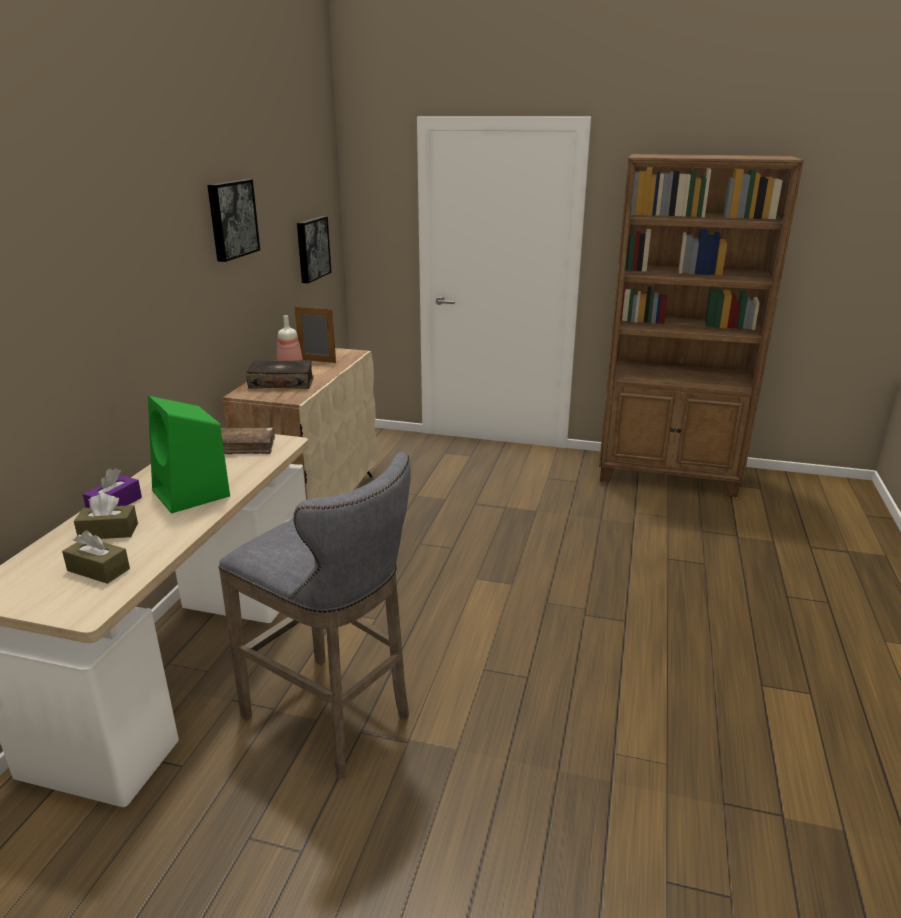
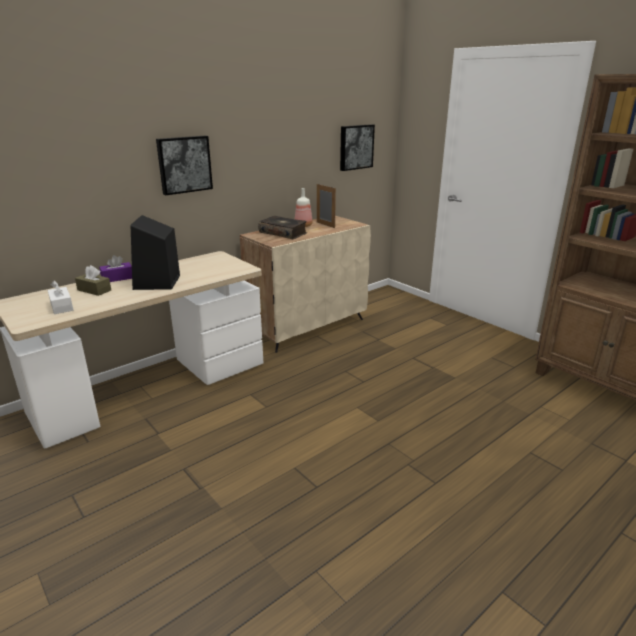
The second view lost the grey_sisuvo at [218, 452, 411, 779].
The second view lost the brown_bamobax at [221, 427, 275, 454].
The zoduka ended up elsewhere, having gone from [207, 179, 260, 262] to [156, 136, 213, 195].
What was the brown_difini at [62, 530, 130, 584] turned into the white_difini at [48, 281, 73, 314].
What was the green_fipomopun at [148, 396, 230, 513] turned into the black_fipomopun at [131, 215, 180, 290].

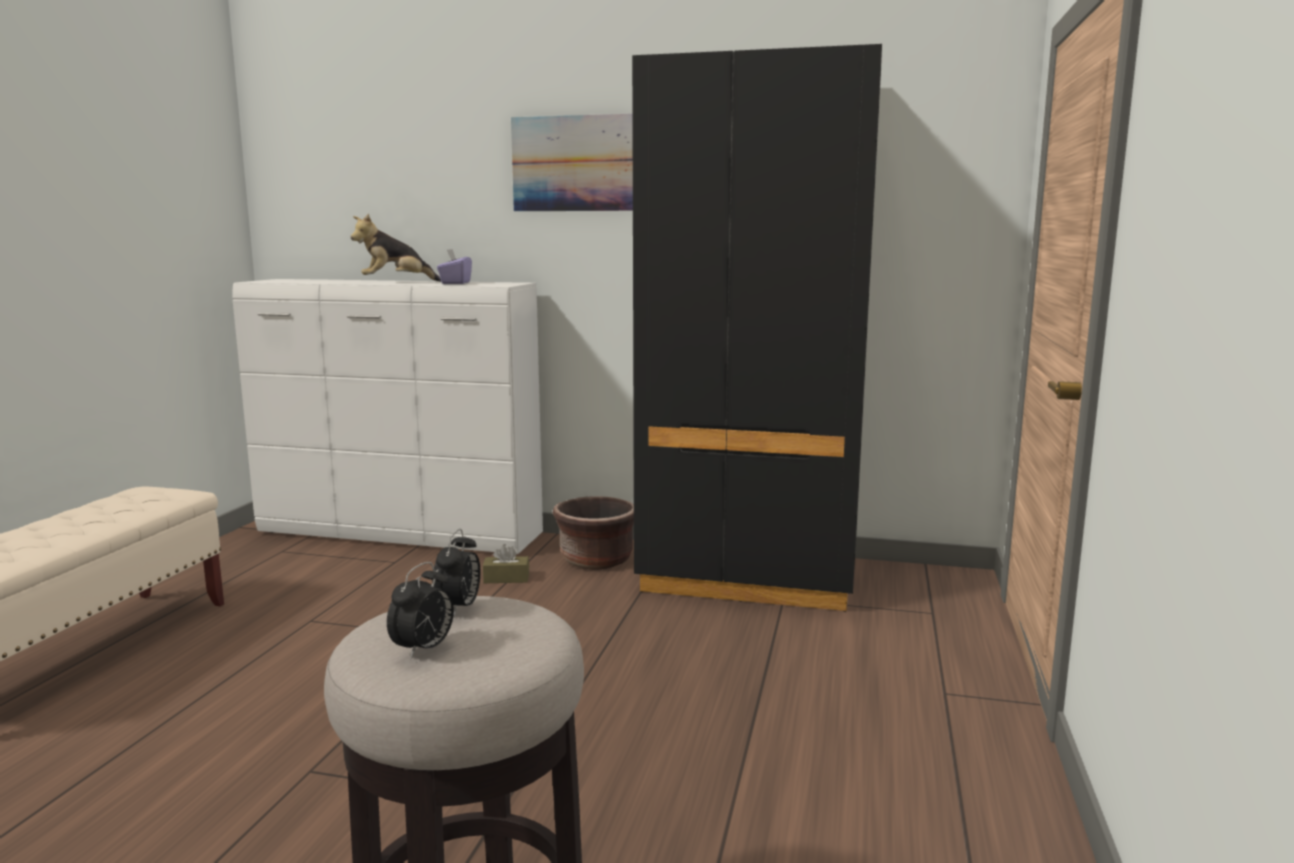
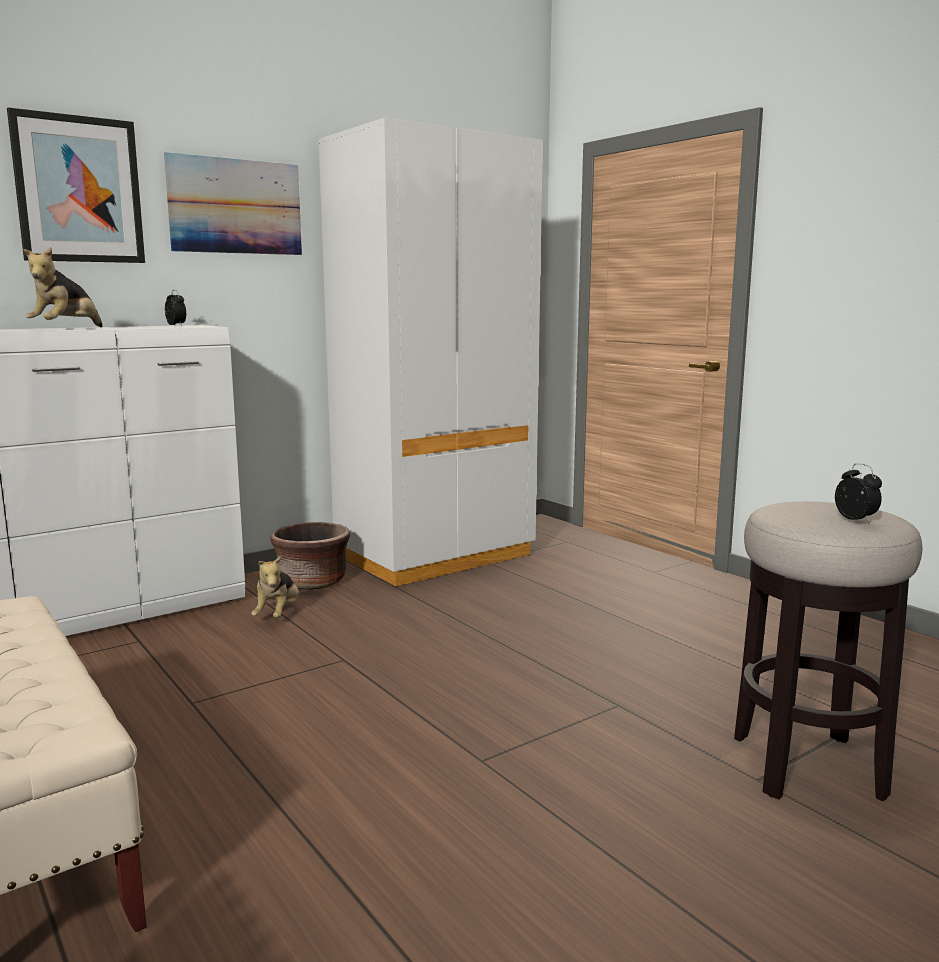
The second view lost the purple_difini at [437, 249, 472, 284].
The second view gained the zoduka at [7, 107, 145, 263].
The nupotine ended up elsewhere, having gone from [432, 529, 480, 617] to [165, 290, 186, 326].
Where the brown_difini stood at [483, 544, 529, 583], the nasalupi came to stand at [251, 555, 299, 618].
What was the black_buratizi at [632, 44, 882, 612] turned into the white_buratizi at [319, 118, 543, 587].

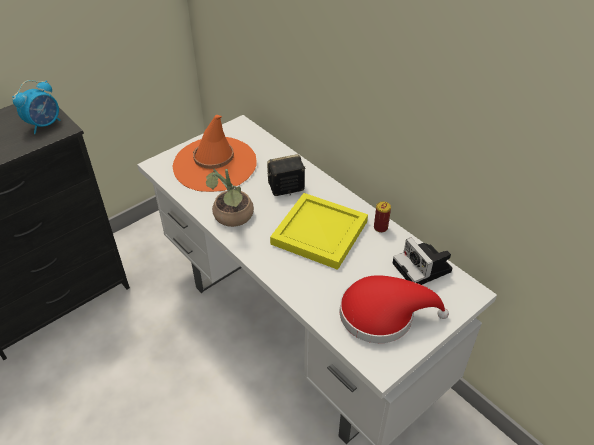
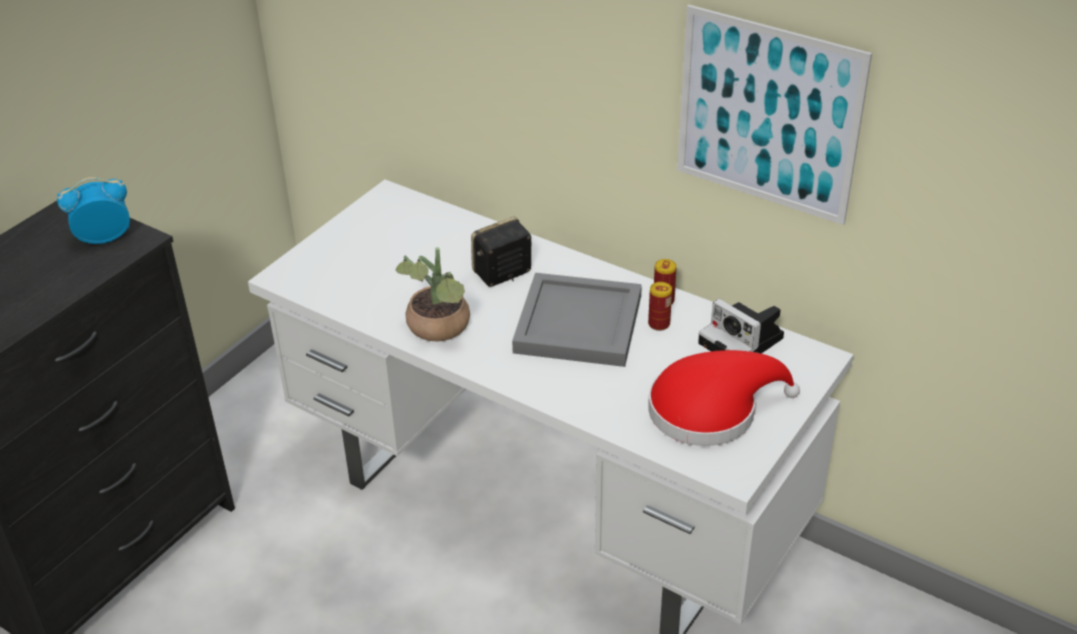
The second view lost the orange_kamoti at [172, 115, 257, 192].
The second view gained the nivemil at [648, 282, 672, 331].
The second view gained the zoduka at [677, 5, 872, 225].
What was the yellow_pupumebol at [270, 193, 368, 270] turned into the grey_pupumebol at [512, 273, 642, 367].
The nupotine at [12, 80, 61, 134] ended up facing another way, 135 degrees counterclockwise from before.

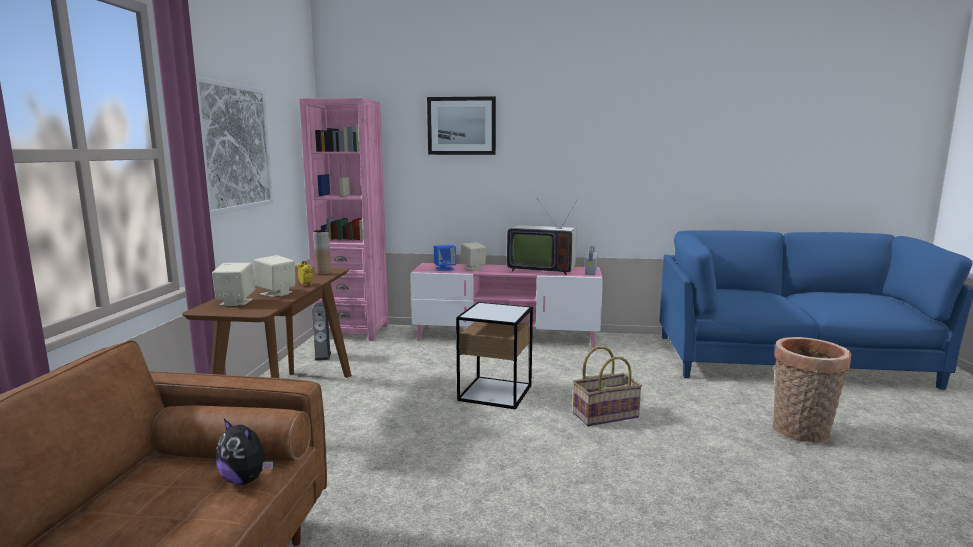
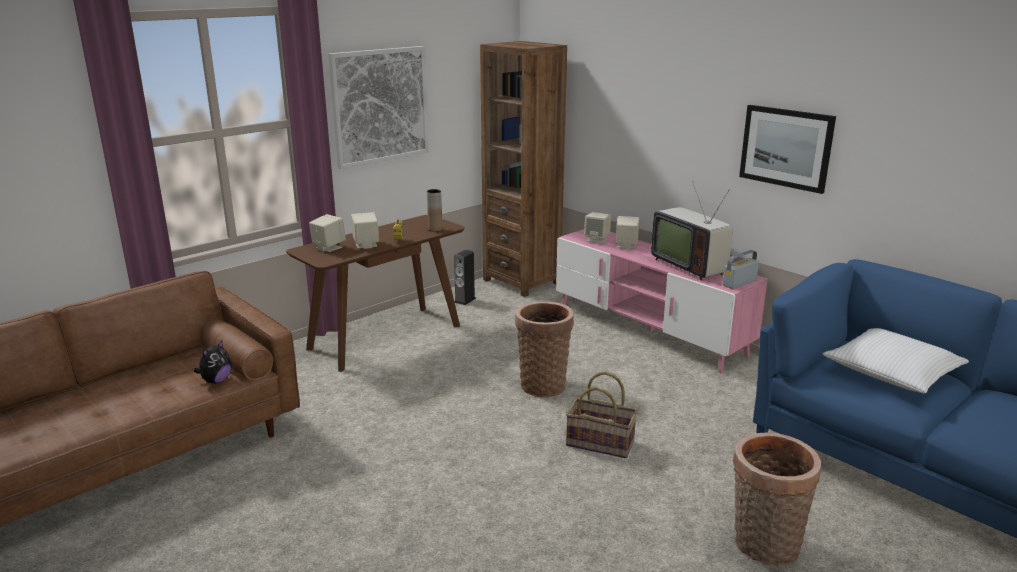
The second view gained the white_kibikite at [823, 328, 969, 393].
The zoduka ended up elsewhere, having gone from [427, 96, 496, 155] to [739, 105, 836, 194].
Where the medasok stood at [456, 302, 533, 410], the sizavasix came to stand at [515, 301, 574, 398].
What was the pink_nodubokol at [299, 98, 389, 341] turned into the brown_nodubokol at [480, 41, 567, 297].
What was the blue_fipomopun at [434, 245, 456, 271] turned into the beige_fipomopun at [584, 212, 611, 244].
The nasalupi at [216, 419, 273, 485] ended up facing another way, 135 degrees counterclockwise from before.

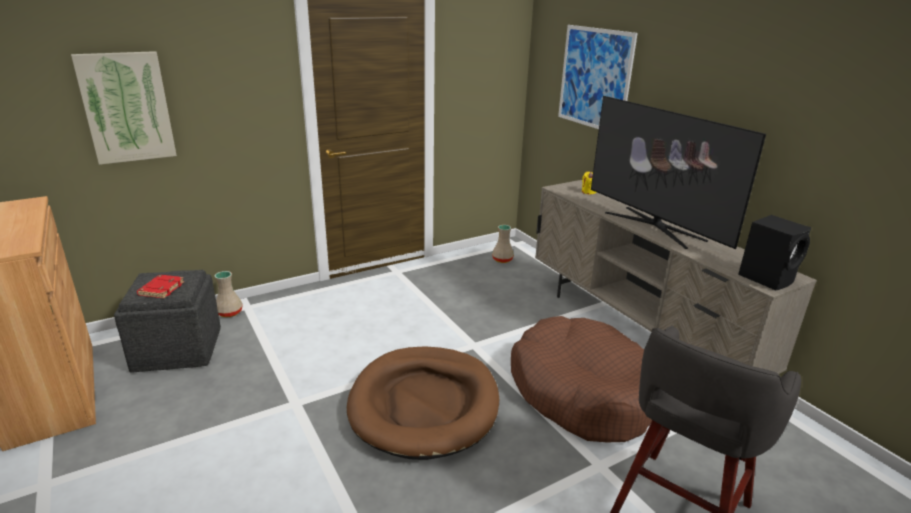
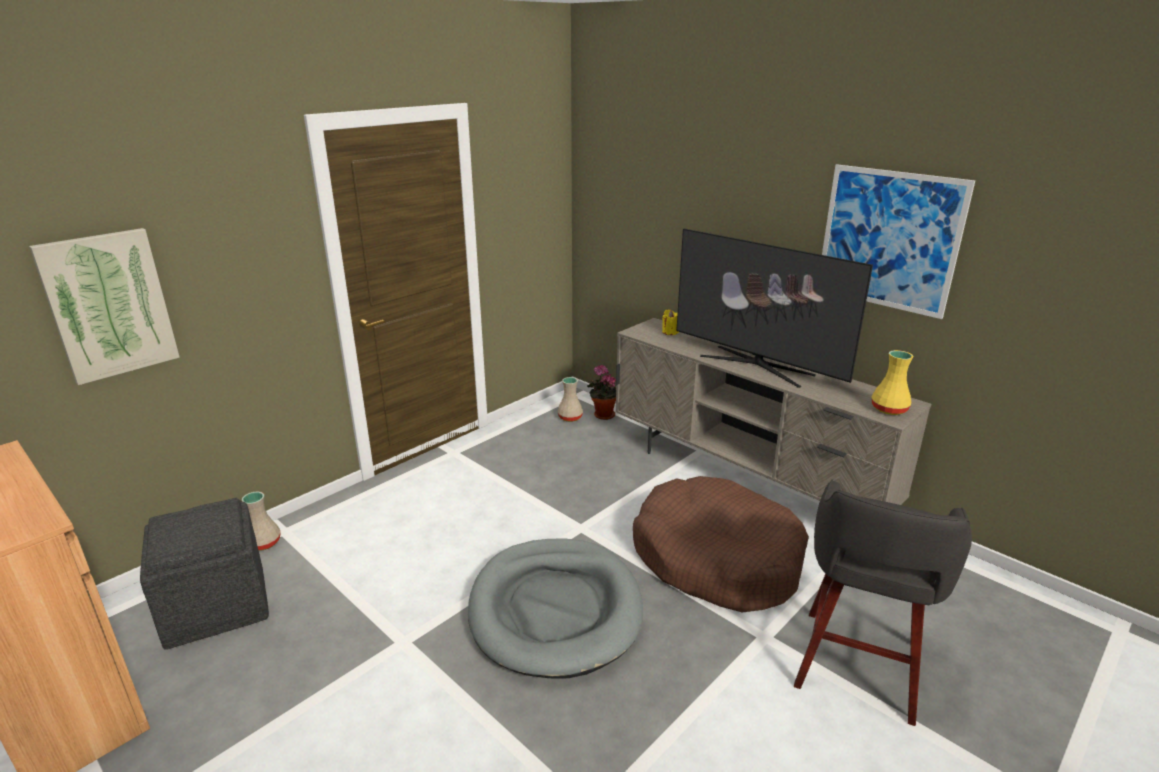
The second view lost the red_bamobax at [137, 275, 184, 298].
The second view gained the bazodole at [587, 365, 616, 420].
The zoduka ended up elsewhere, having gone from [558, 25, 638, 129] to [822, 164, 975, 319].
Where the black_fipomopun stood at [738, 215, 811, 290], the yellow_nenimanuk came to stand at [871, 350, 913, 415].
What was the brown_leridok at [347, 346, 499, 460] turned into the grey_leridok at [468, 538, 643, 679].

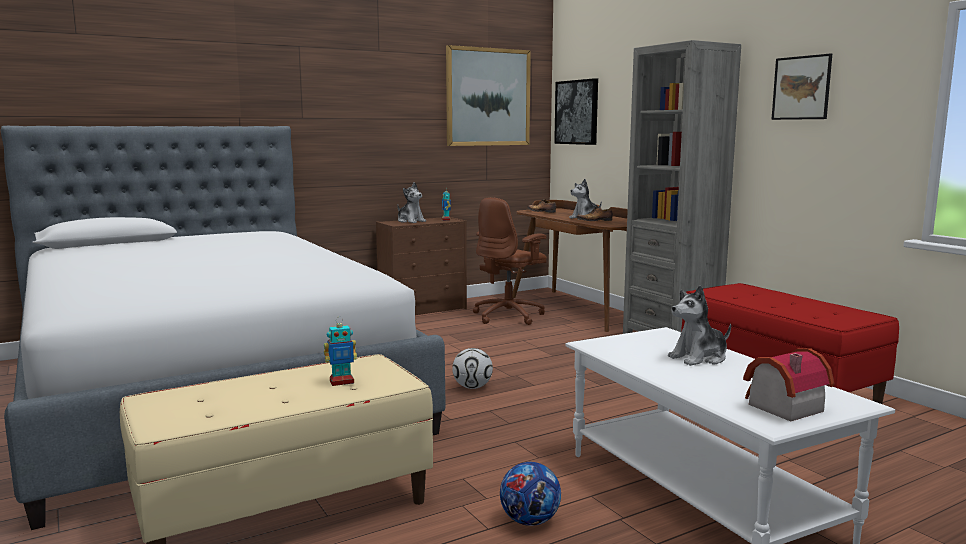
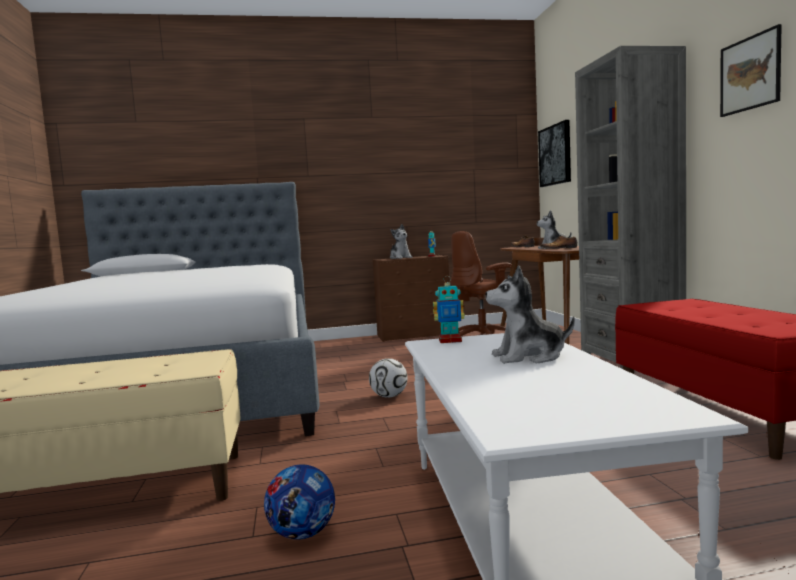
The second view lost the zoduka at [446, 45, 531, 146].
The second view lost the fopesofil at [743, 348, 834, 422].
The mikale ended up elsewhere, having gone from [324, 317, 357, 386] to [433, 276, 465, 343].

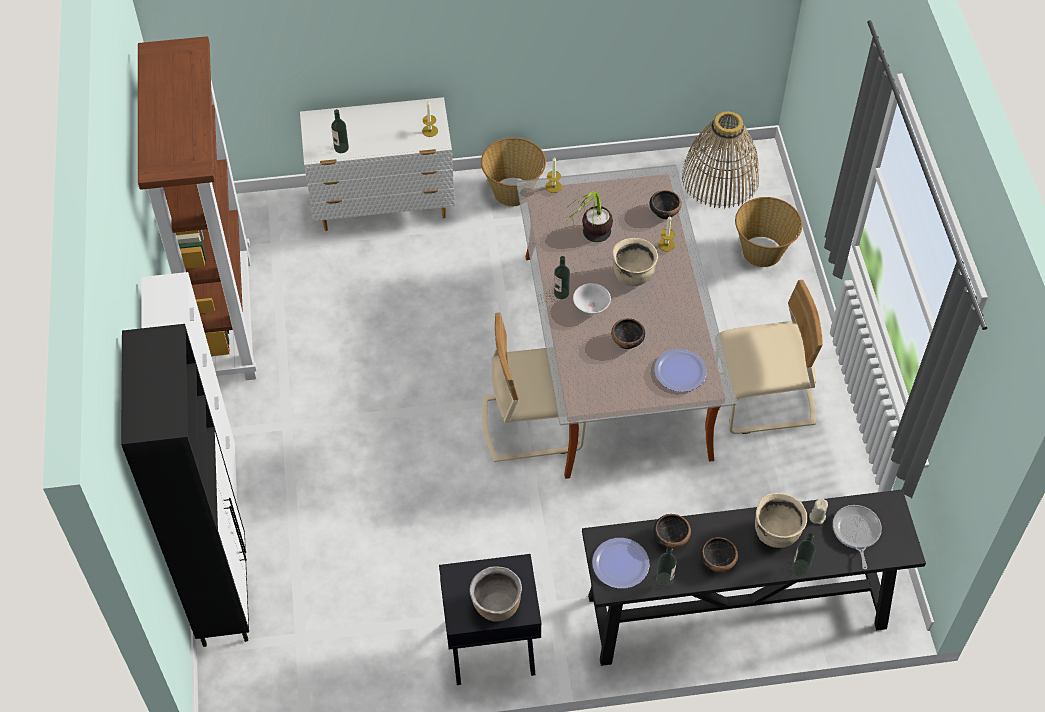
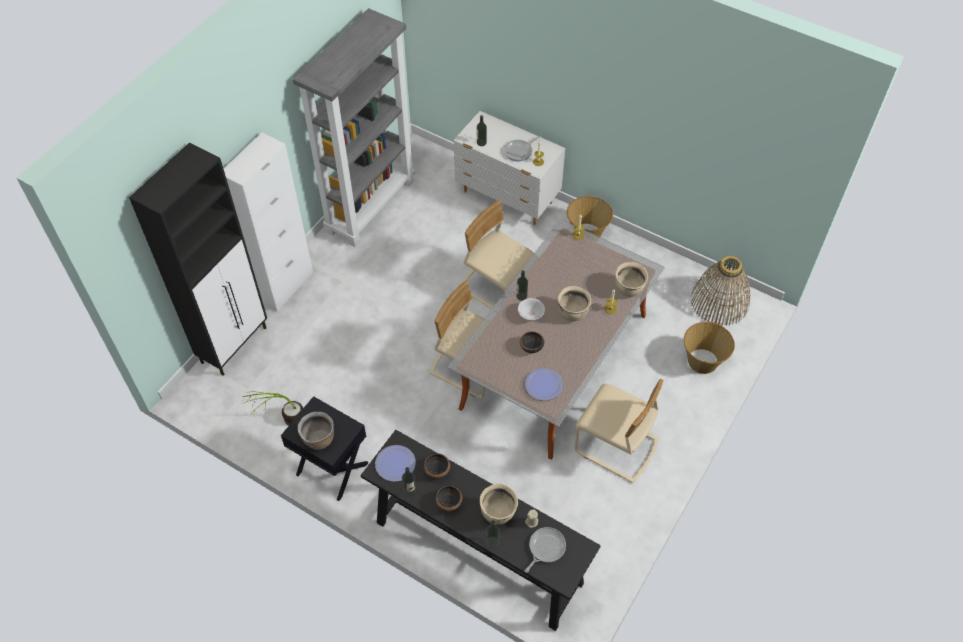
The second view gained the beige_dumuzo at [459, 200, 534, 309].
The second view gained the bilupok at [504, 136, 540, 162].
The bazodole ended up elsewhere, having gone from [564, 191, 613, 242] to [242, 392, 303, 425].
Where the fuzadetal stood at [650, 190, 682, 219], the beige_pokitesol came to stand at [615, 262, 648, 297].
What was the brown_nodubokol at [138, 36, 257, 380] turned into the grey_nodubokol at [293, 8, 415, 247].

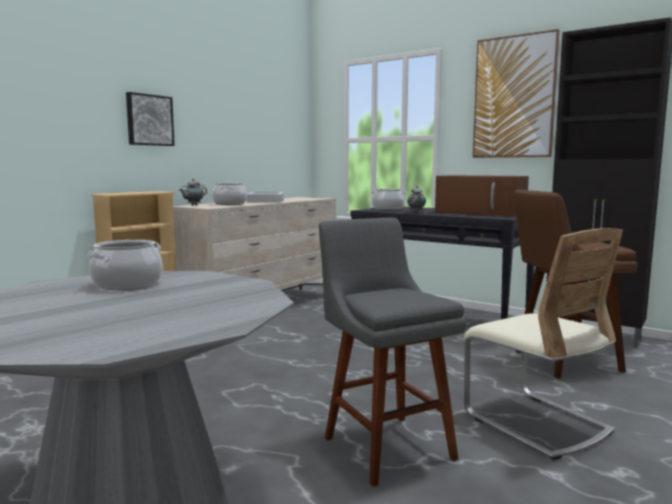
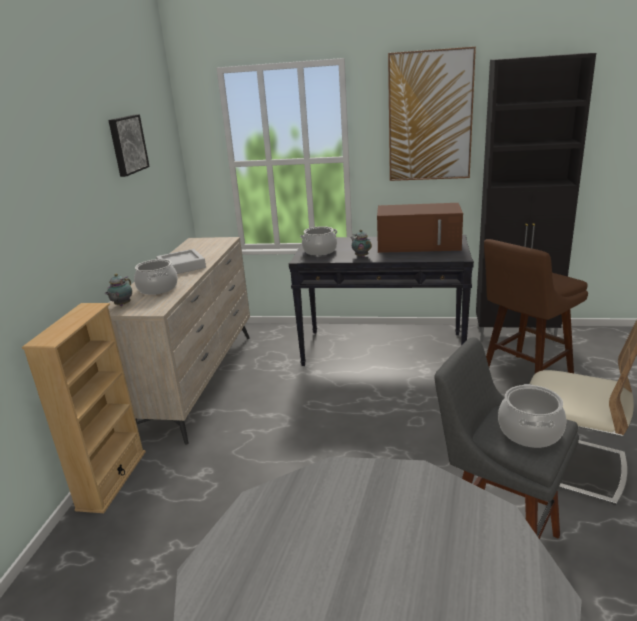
The pokitesol ended up elsewhere, having gone from [87, 240, 163, 290] to [498, 384, 566, 448].
The zoduka ended up elsewhere, having gone from [126, 92, 175, 146] to [108, 114, 150, 177].

